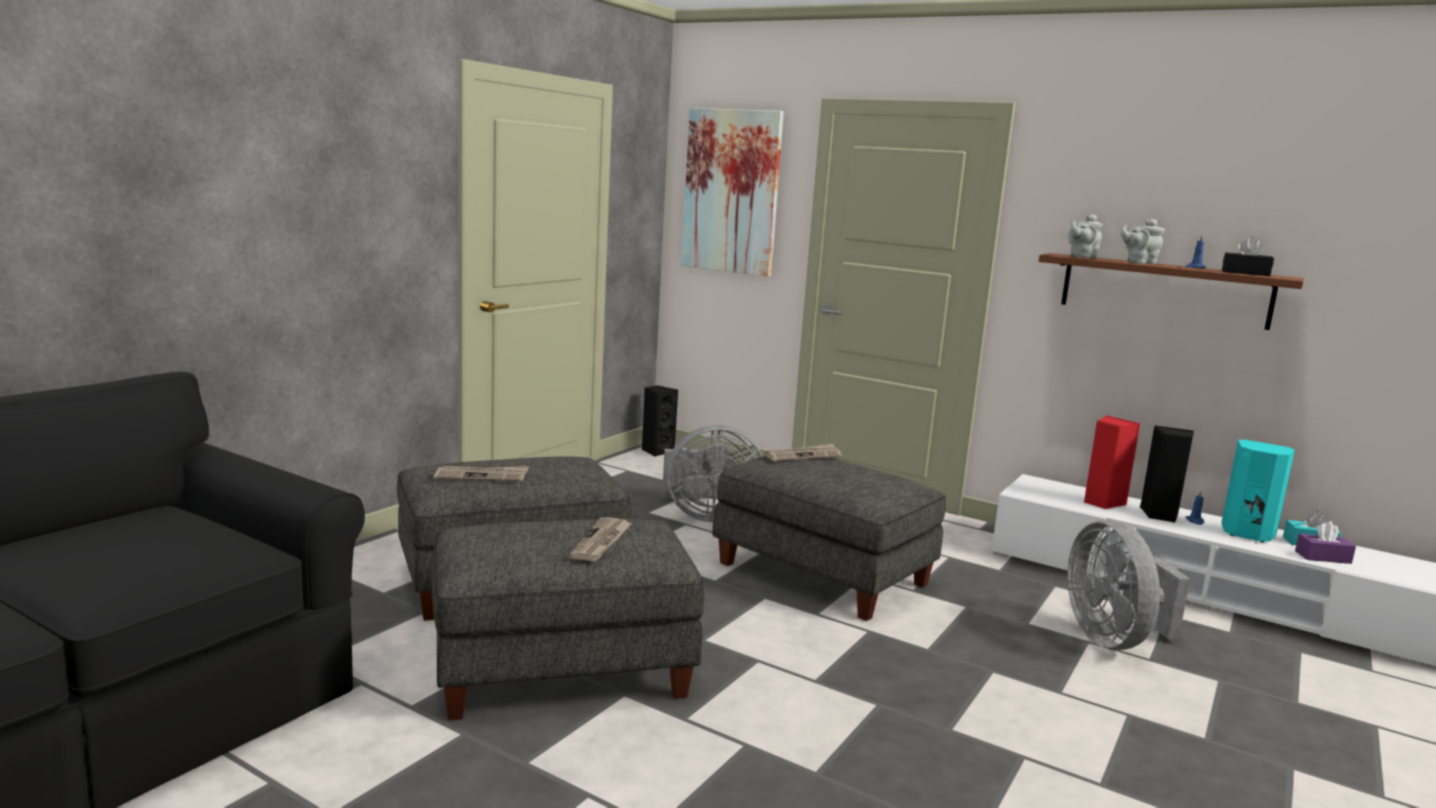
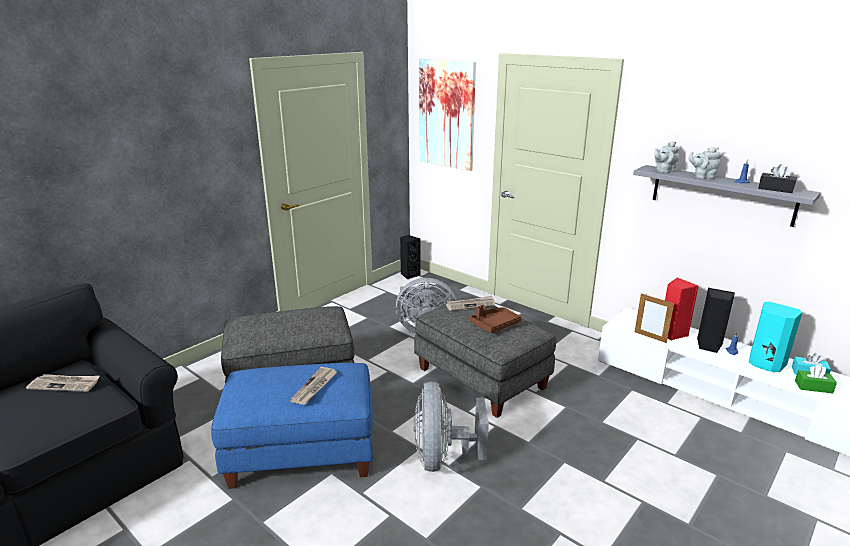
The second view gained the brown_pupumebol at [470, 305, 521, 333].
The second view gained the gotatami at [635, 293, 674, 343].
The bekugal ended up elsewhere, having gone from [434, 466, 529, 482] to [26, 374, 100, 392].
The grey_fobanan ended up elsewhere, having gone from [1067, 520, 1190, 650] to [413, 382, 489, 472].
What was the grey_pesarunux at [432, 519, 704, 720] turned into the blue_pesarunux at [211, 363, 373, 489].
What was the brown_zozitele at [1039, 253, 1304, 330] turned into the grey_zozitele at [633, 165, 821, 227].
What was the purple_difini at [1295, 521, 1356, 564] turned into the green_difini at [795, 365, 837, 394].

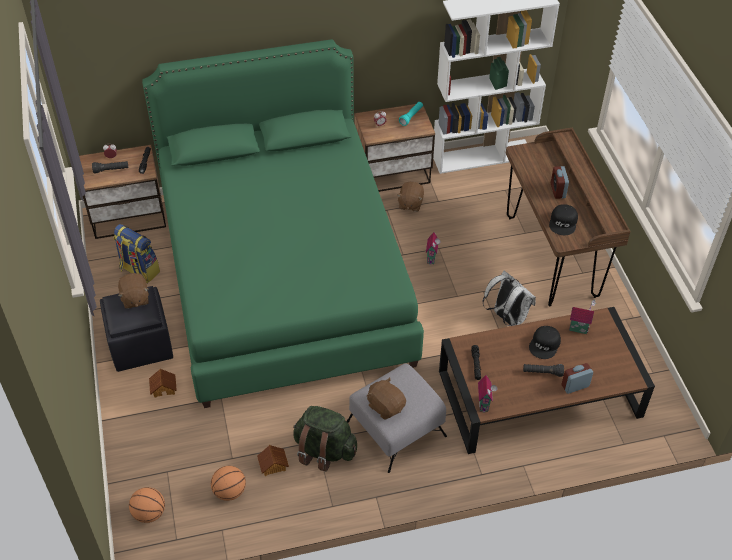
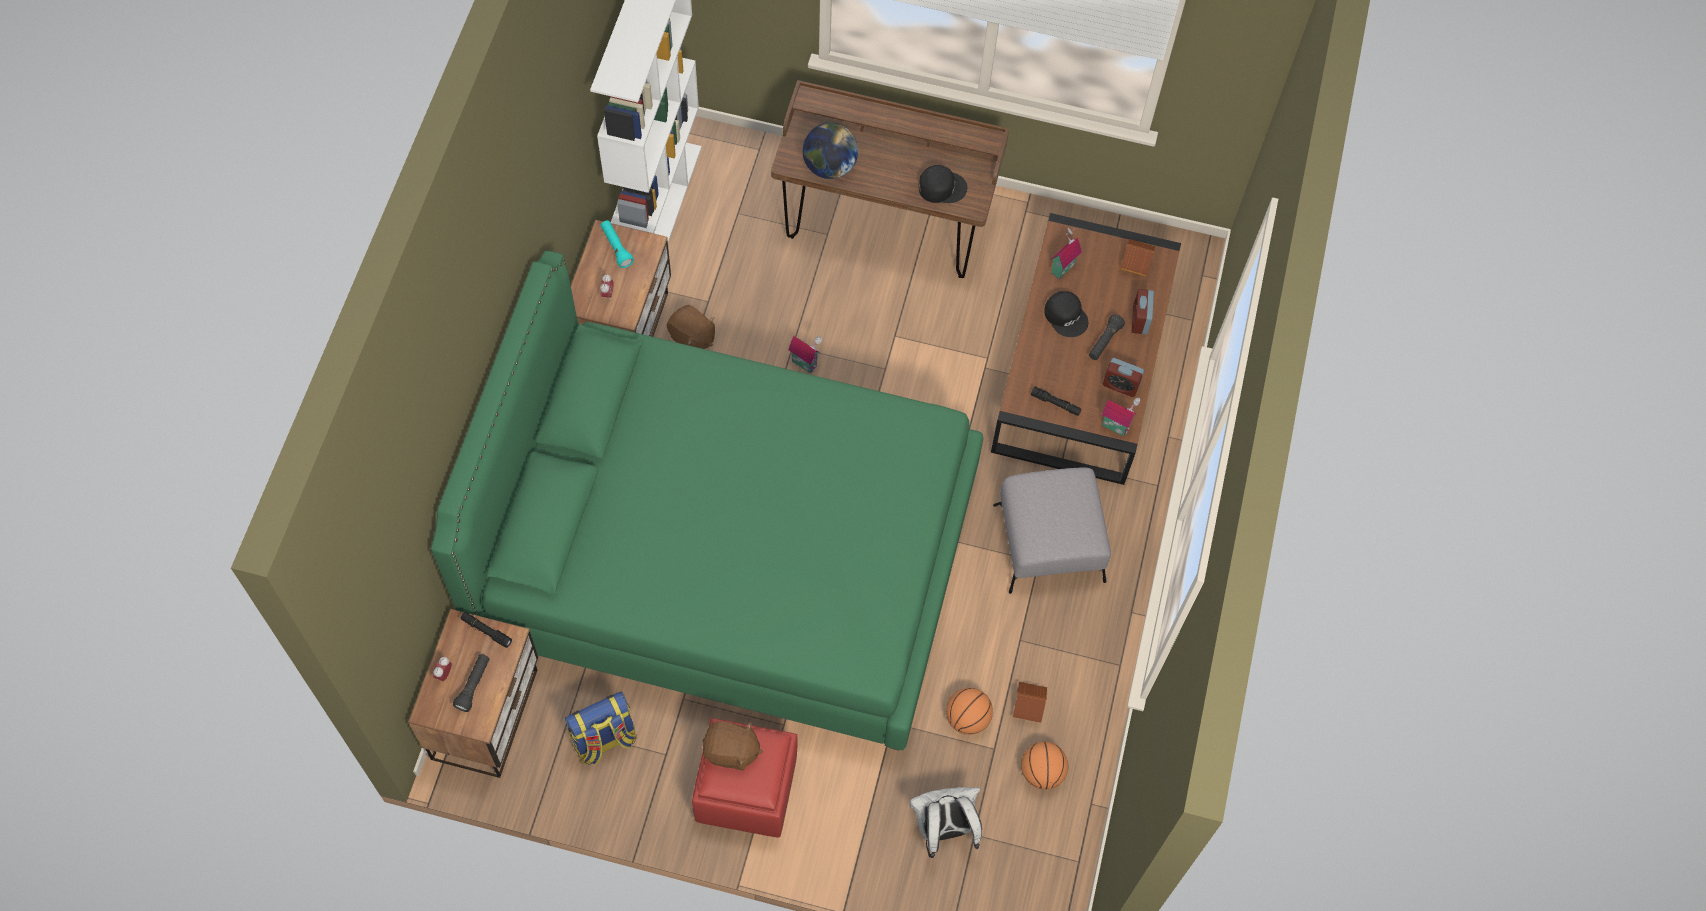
The second view lost the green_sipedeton at [293, 406, 357, 472].
The second view lost the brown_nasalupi at [367, 377, 406, 420].
The second view gained the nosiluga at [802, 122, 858, 179].
The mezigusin ended up elsewhere, having gone from [129, 487, 165, 523] to [946, 688, 993, 735].
The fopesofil ended up elsewhere, having gone from [149, 368, 177, 398] to [1121, 239, 1155, 276].
The white_sipedeton ended up elsewhere, having gone from [483, 271, 536, 326] to [910, 787, 982, 858].
The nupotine ended up elsewhere, having gone from [551, 166, 569, 199] to [1103, 358, 1144, 397].
What was the black_pesarunux at [100, 286, 173, 372] turned into the red_pesarunux at [692, 718, 798, 838].
The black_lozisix at [549, 204, 578, 235] ended up facing another way, 45 degrees counterclockwise from before.

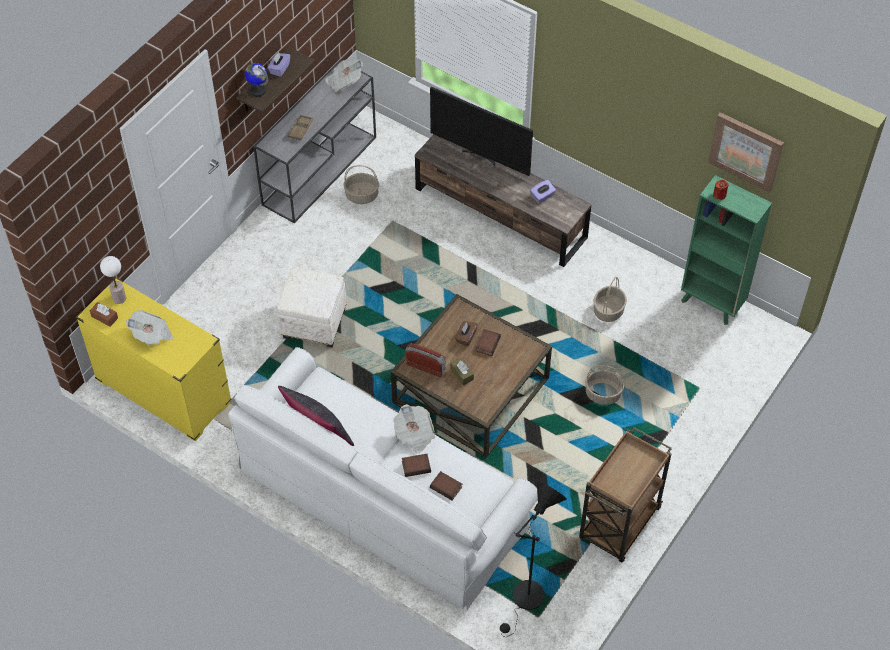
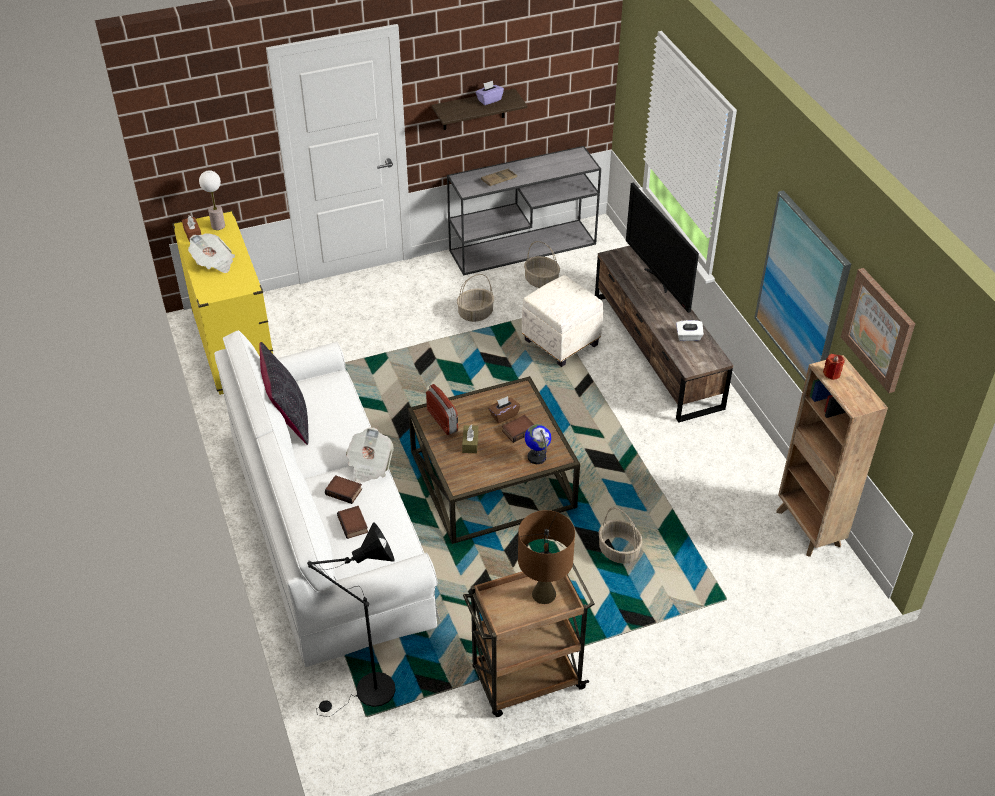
The second view lost the bekugal at [325, 57, 363, 92].
The second view gained the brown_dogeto at [518, 510, 575, 604].
The second view gained the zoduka at [754, 190, 851, 381].
The nosiluga ended up elsewhere, having gone from [245, 63, 268, 97] to [525, 424, 551, 464].
The white_pesarunux ended up elsewhere, having gone from [277, 267, 347, 348] to [522, 275, 603, 367].
The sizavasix ended up elsewhere, having gone from [594, 277, 627, 322] to [457, 274, 494, 322].
What was the purple_difini at [530, 180, 556, 203] turned into the white_difini at [676, 320, 704, 341].
What was the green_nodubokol at [681, 175, 772, 325] turned into the brown_nodubokol at [776, 355, 888, 557].

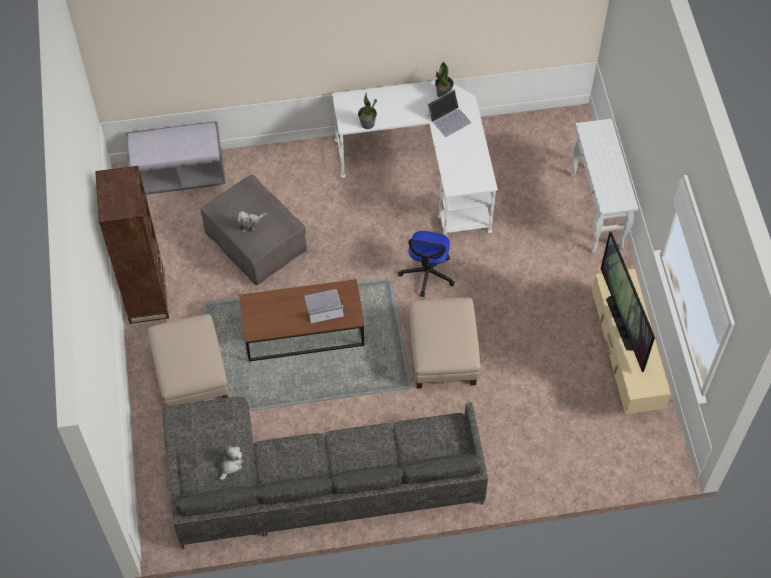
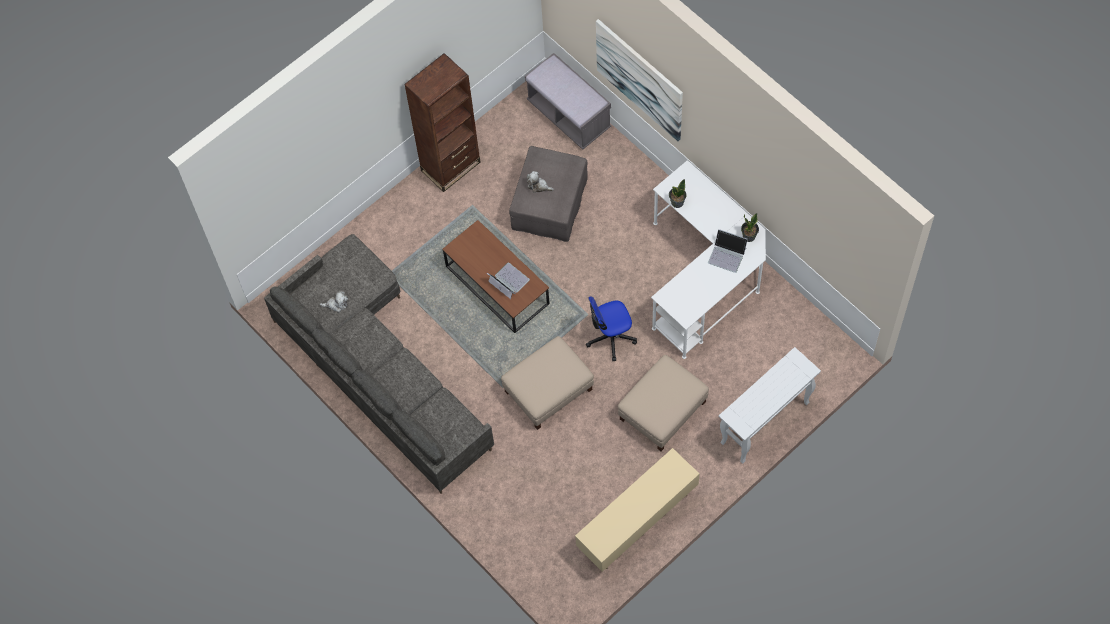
The second view lost the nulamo at [601, 232, 655, 372].
The second view gained the zoduka at [596, 19, 683, 142].
The beige_pesarunux ended up elsewhere, having gone from [148, 314, 228, 406] to [618, 355, 709, 451].

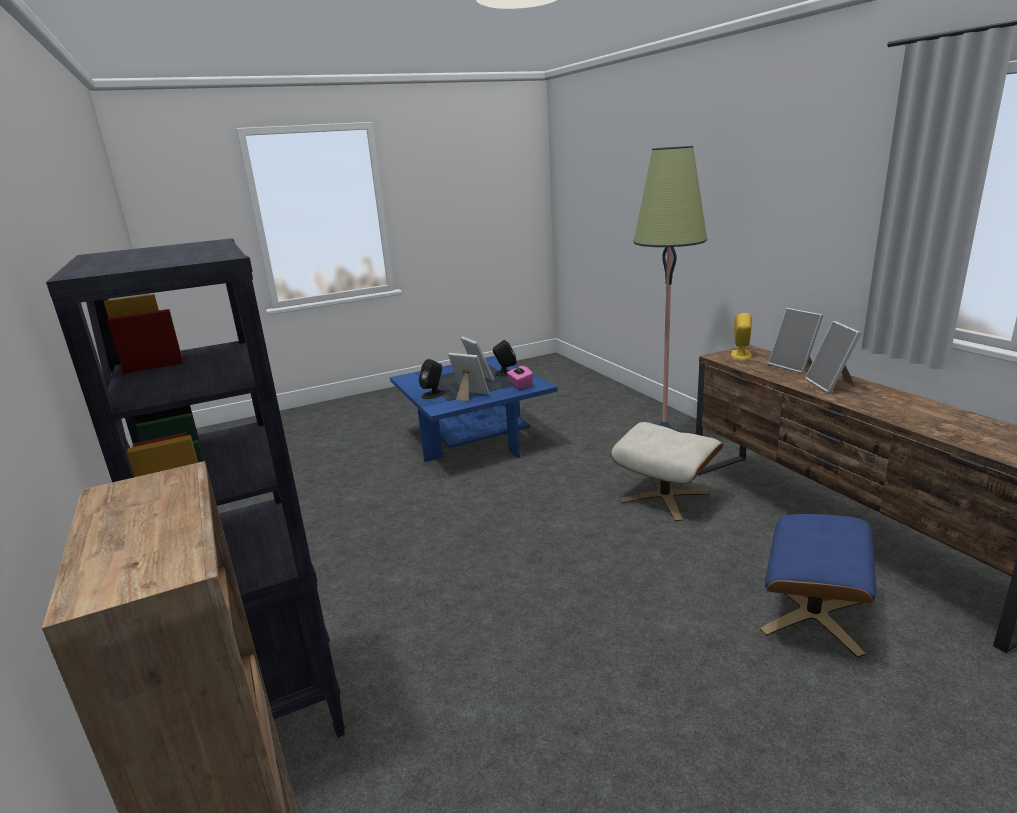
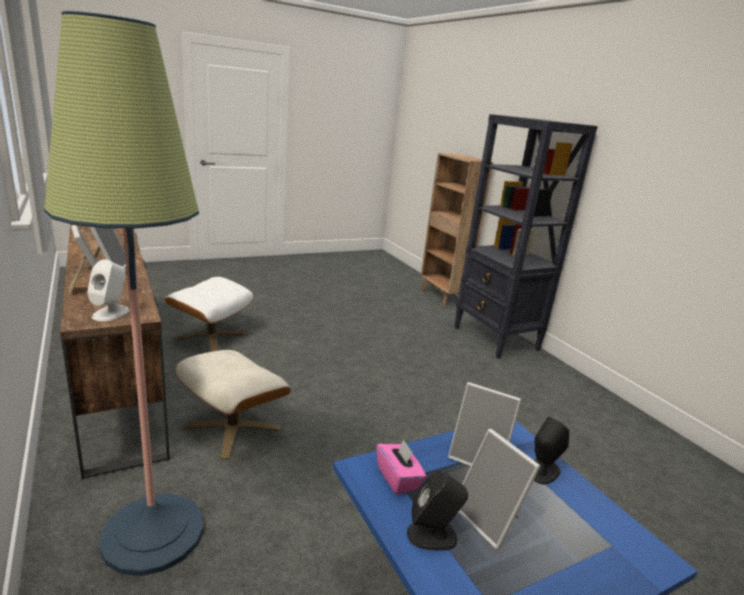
What was the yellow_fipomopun at [731, 313, 752, 360] turned into the white_fipomopun at [87, 259, 130, 321].
What was the blue_pesarunux at [760, 514, 876, 658] turned into the white_pesarunux at [165, 277, 253, 352].

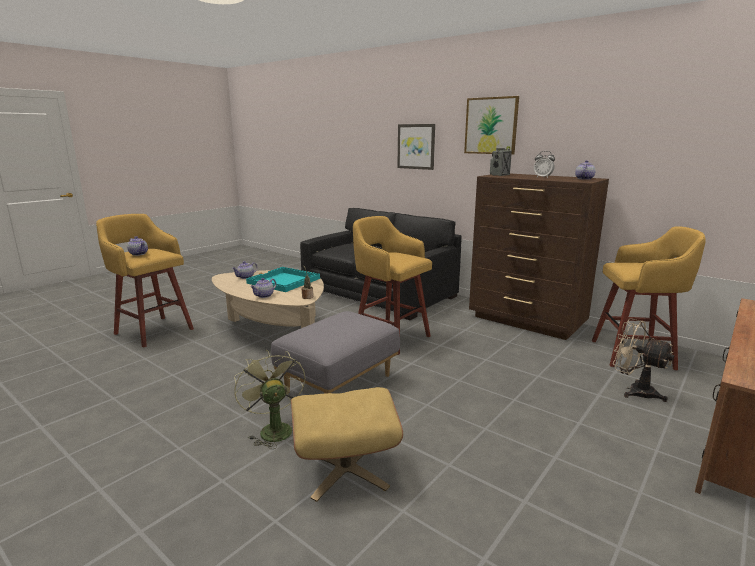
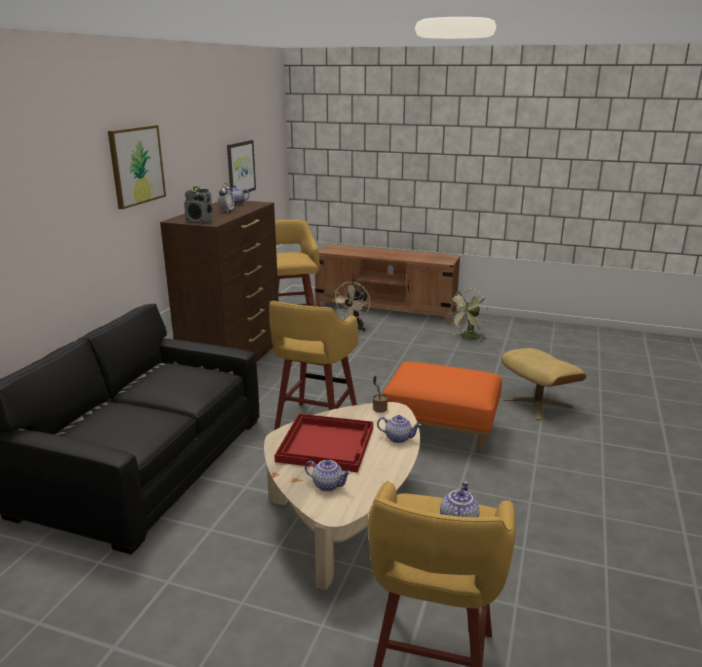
The green_fobanan ended up elsewhere, having gone from [234, 350, 305, 449] to [447, 288, 488, 342].
The zoduka ended up elsewhere, having gone from [397, 124, 435, 170] to [227, 140, 256, 194].
What was the turquoise_pupumebol at [246, 267, 320, 292] turned into the red_pupumebol at [274, 414, 373, 472].
What was the grey_pesarunux at [271, 311, 400, 394] turned into the orange_pesarunux at [382, 361, 502, 454].

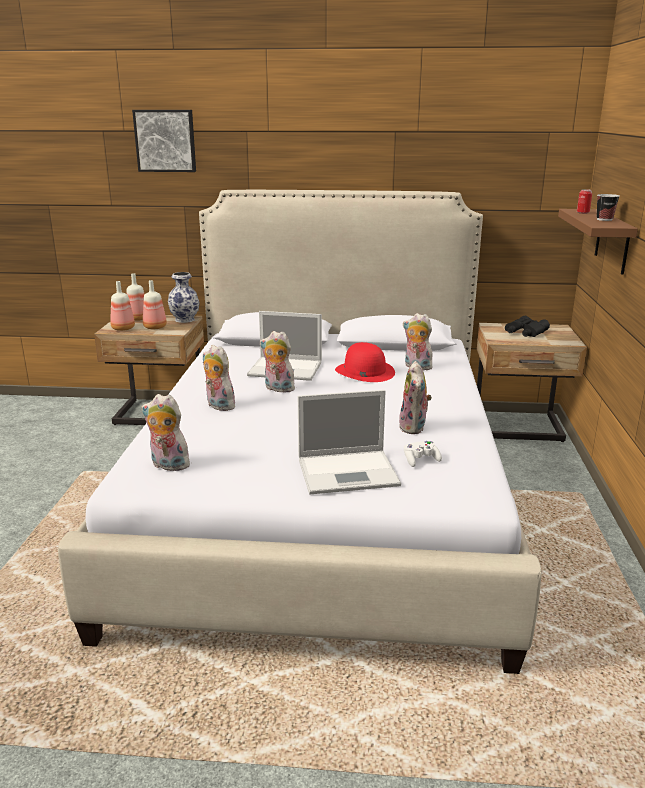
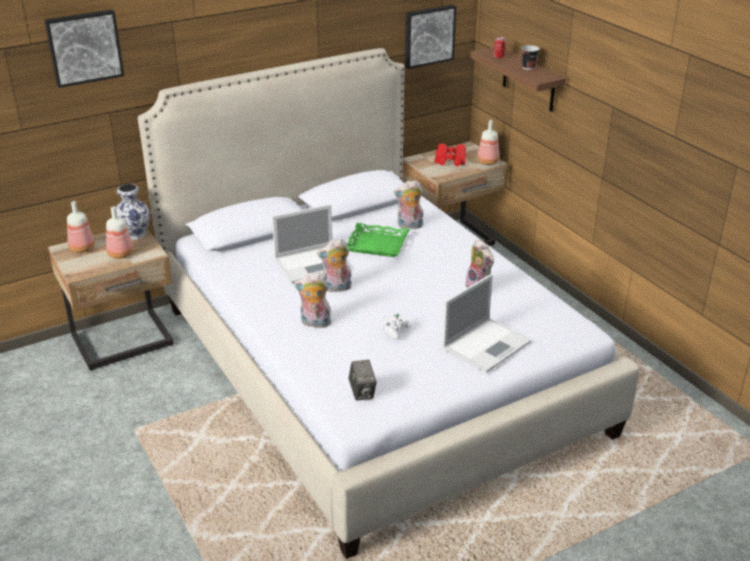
The second view gained the zoduka at [405, 5, 457, 69].
The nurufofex ended up elsewhere, having gone from [110, 281, 135, 331] to [477, 120, 499, 165].
The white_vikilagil ended up elsewhere, having gone from [404, 441, 442, 467] to [383, 314, 411, 340].
Where the nasalupi stood at [141, 394, 190, 473], the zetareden came to stand at [349, 360, 377, 401].
Where the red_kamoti stood at [335, 342, 395, 382], the green_pupumebol came to stand at [347, 223, 410, 257].
What was the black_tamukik at [505, 316, 550, 337] turned into the red_tamukik at [434, 143, 466, 166].

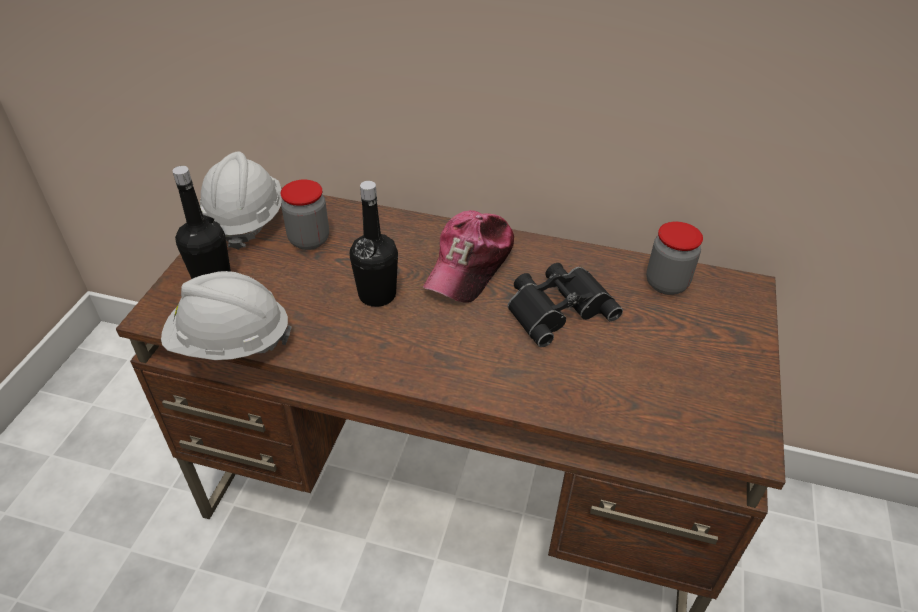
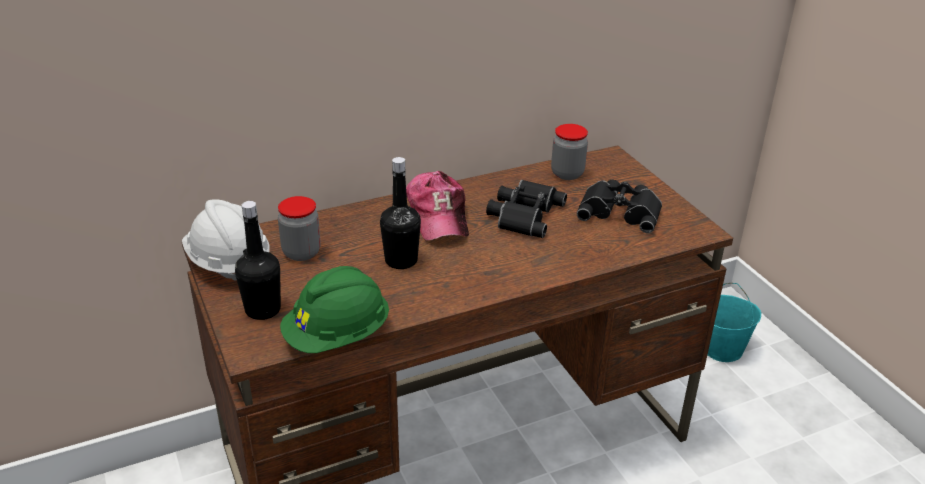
The second view gained the black_tamukik at [577, 180, 662, 233].
The second view gained the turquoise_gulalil at [708, 283, 761, 362].
What was the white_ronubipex at [161, 271, 292, 360] turned into the green_ronubipex at [280, 266, 389, 353].

